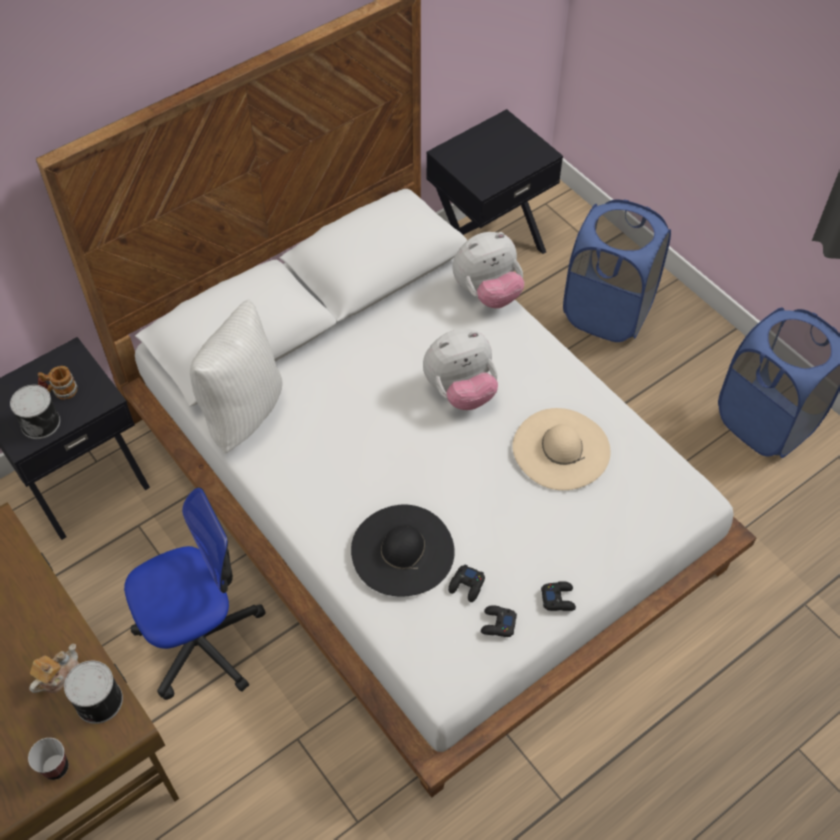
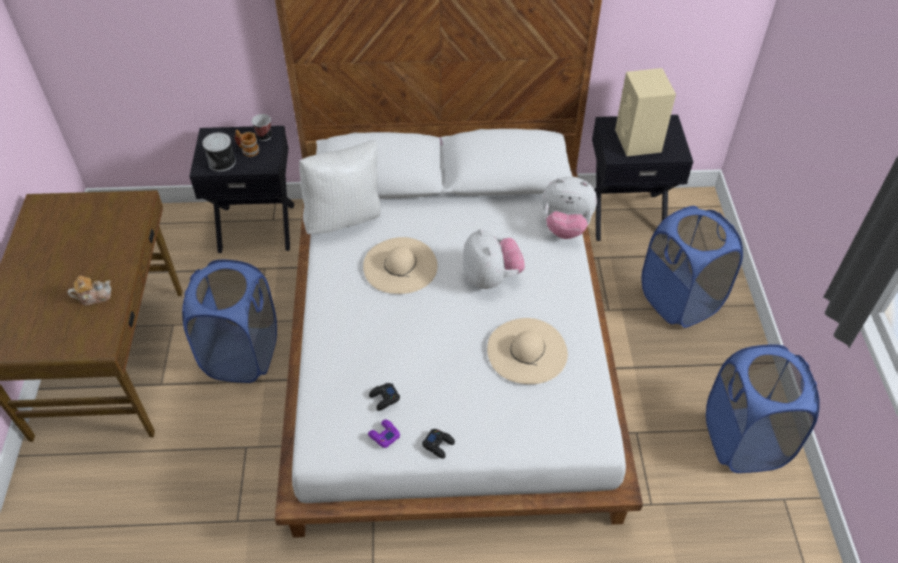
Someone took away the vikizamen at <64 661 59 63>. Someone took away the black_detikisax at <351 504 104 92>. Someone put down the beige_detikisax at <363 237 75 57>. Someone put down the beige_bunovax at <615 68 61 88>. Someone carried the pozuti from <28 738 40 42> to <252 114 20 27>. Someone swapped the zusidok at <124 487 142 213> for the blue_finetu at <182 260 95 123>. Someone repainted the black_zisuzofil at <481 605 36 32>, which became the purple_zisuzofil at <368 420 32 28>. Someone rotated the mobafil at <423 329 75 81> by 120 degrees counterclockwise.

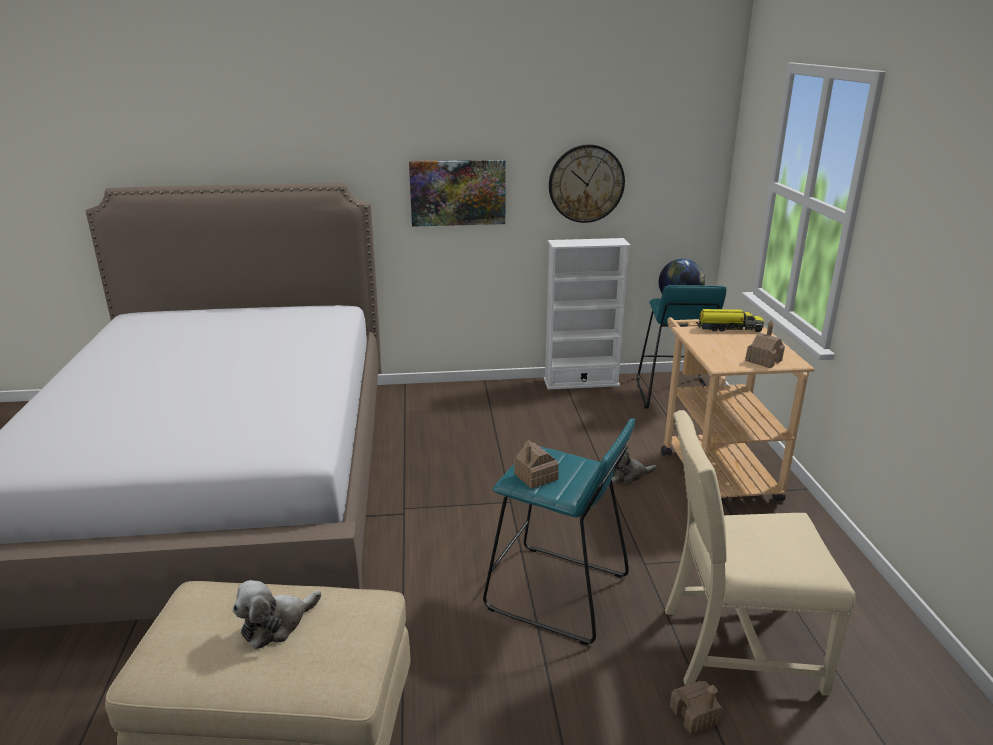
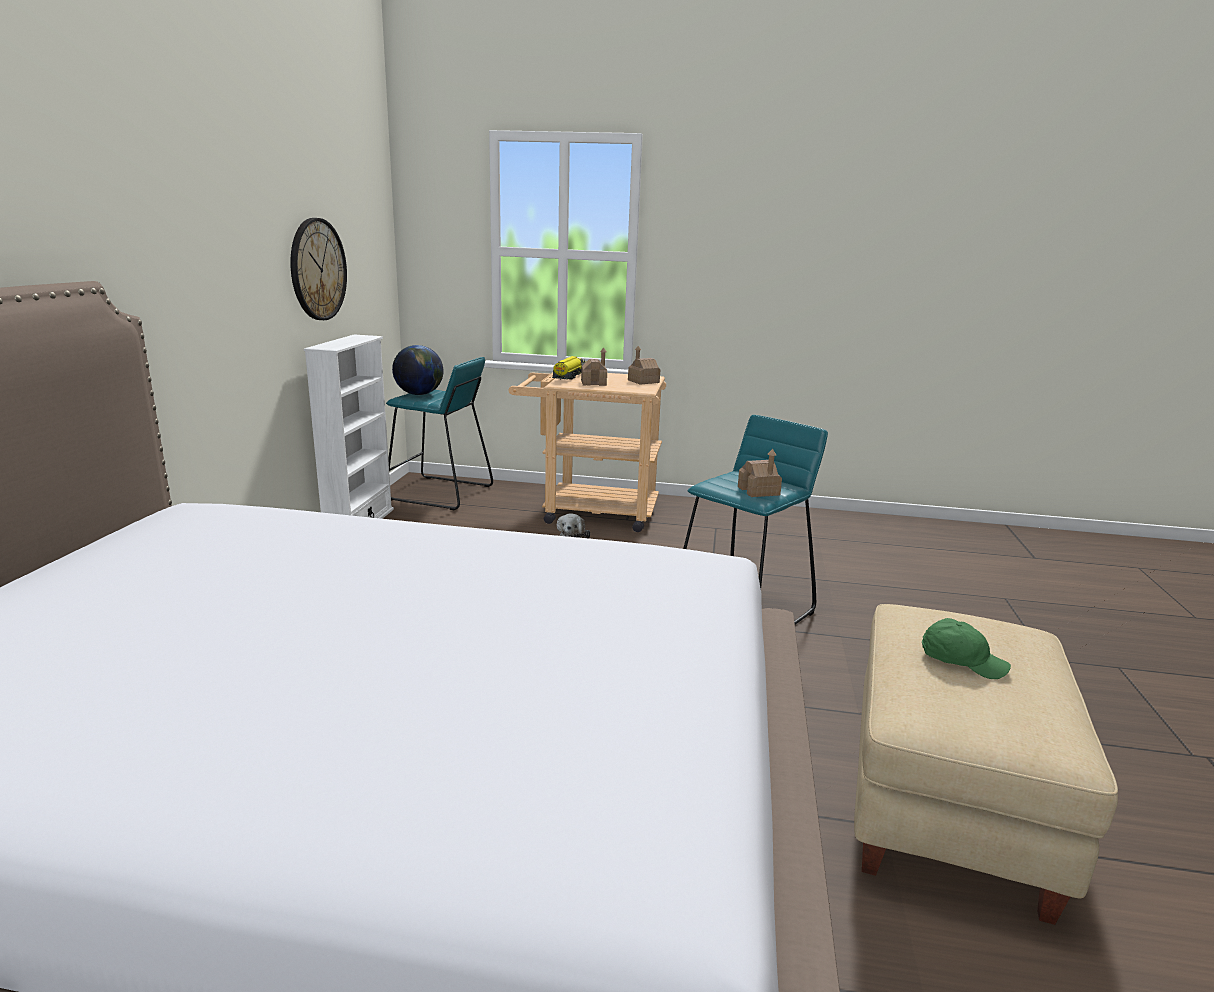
Someone took away the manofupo at <409 160 97 67>. Someone took away the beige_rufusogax at <665 410 191 286>. Someone carried the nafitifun from <670 681 53 53> to <581 347 26 39>. Someone swapped the mobafil at <232 580 89 69> for the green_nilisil at <922 618 89 61>.

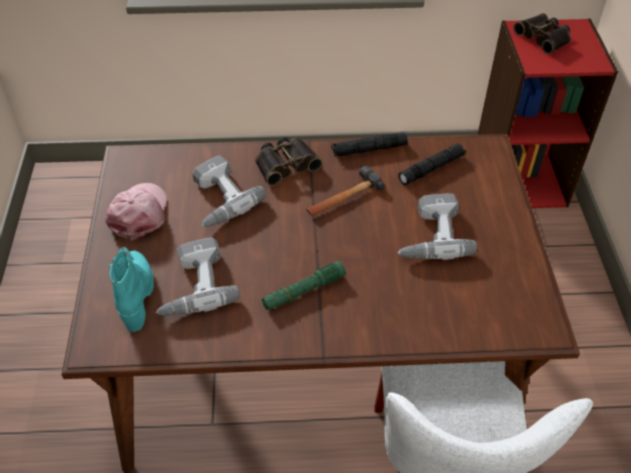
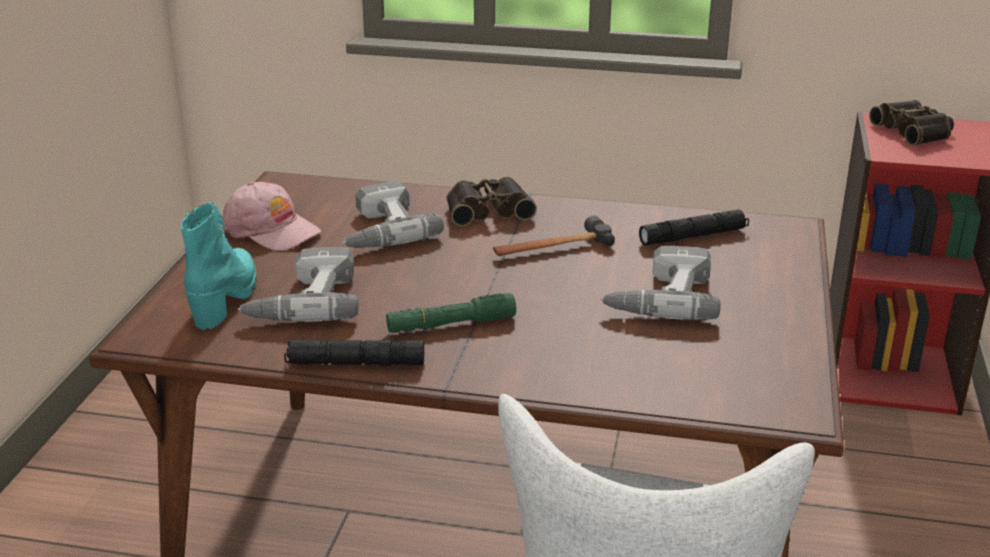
Someone carried the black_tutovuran from <331 132 77 25> to <284 339 140 27>. Someone rotated the pink_nilisil at <105 183 62 57> by 105 degrees clockwise.

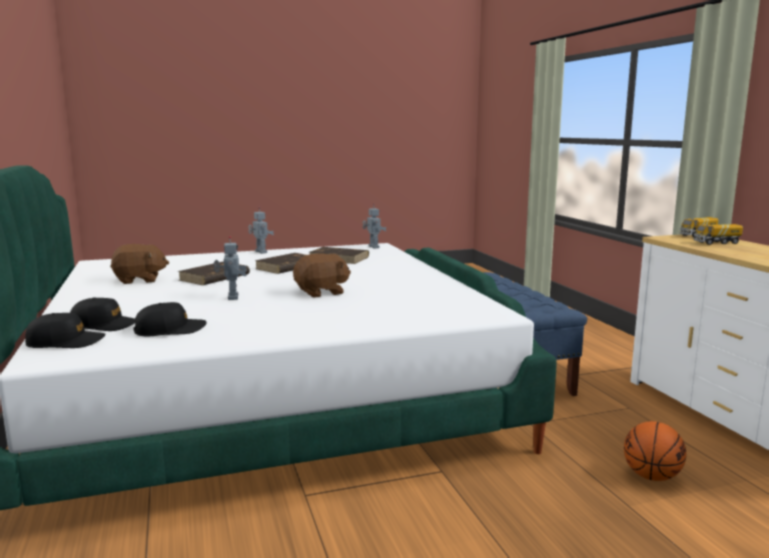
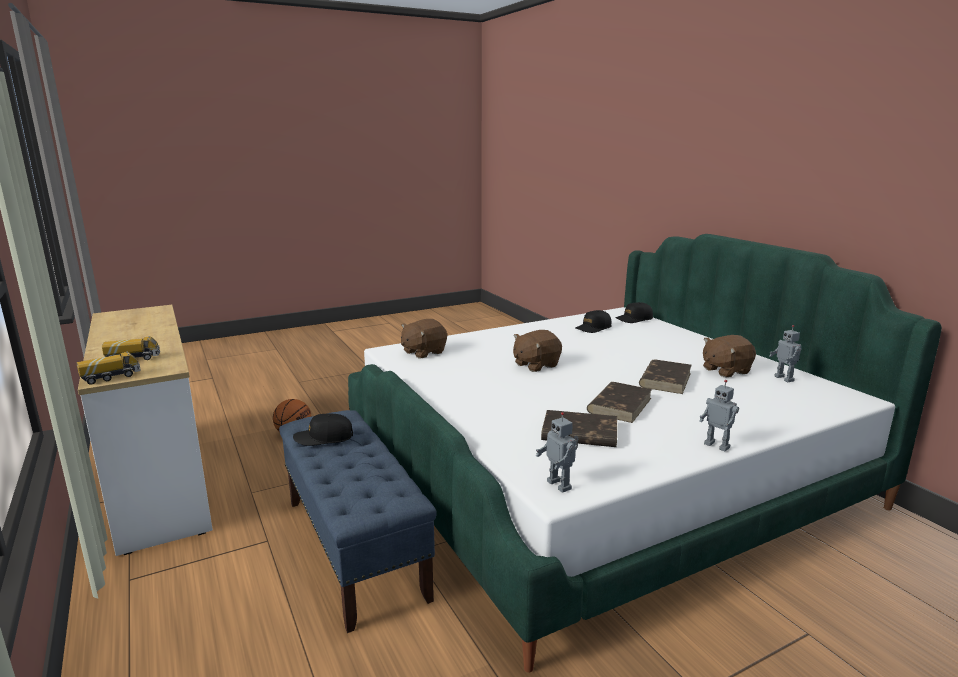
Someone put down the brown_mobafil at <401 319 46 40>. Someone carried the black_nilisil from <70 297 65 34> to <293 413 60 33>. Someone carried the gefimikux from <214 236 33 64> to <769 325 33 57>.

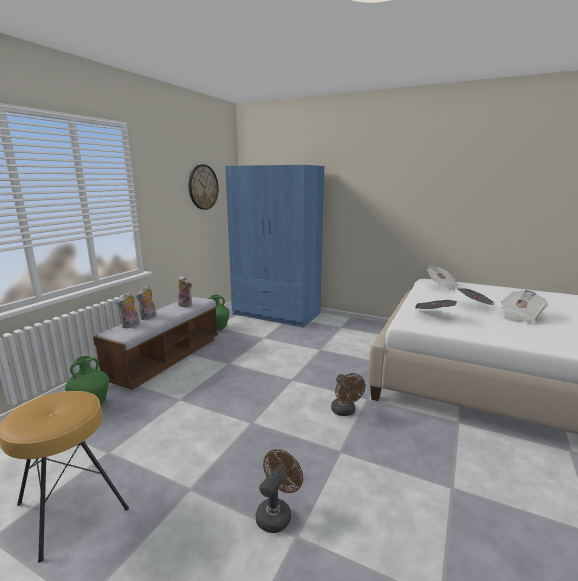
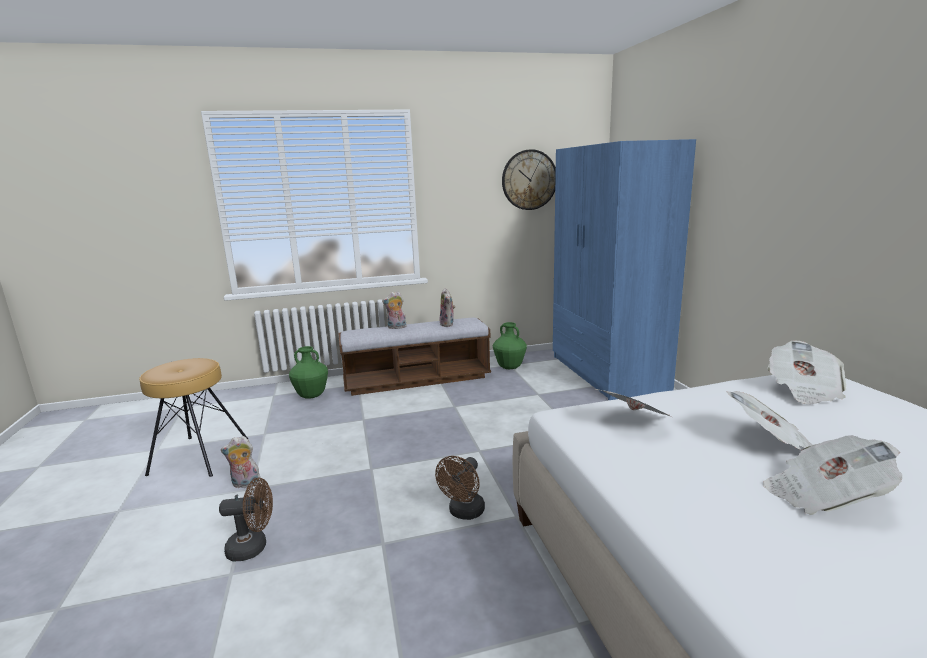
Someone carried the mobafil from <116 292 23 37> to <221 436 40 52>.

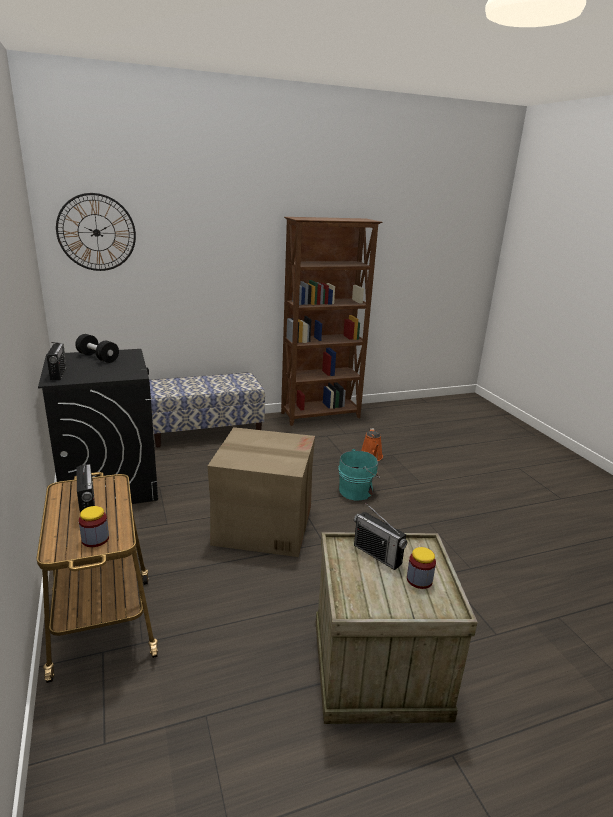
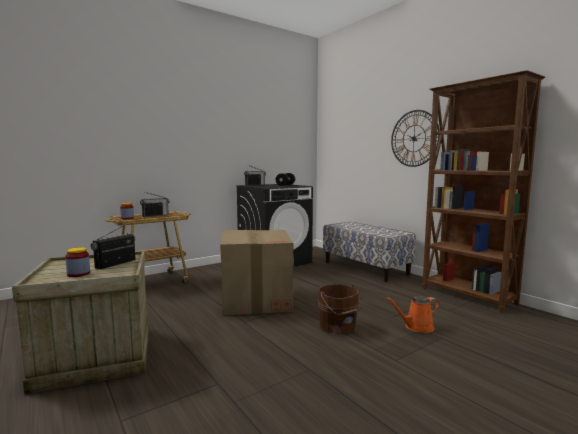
Someone carried the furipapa from <56 193 80 78> to <391 110 49 57>. Someone repainted the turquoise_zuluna at <339 449 41 51>, which became the brown_zuluna at <318 284 44 50>.

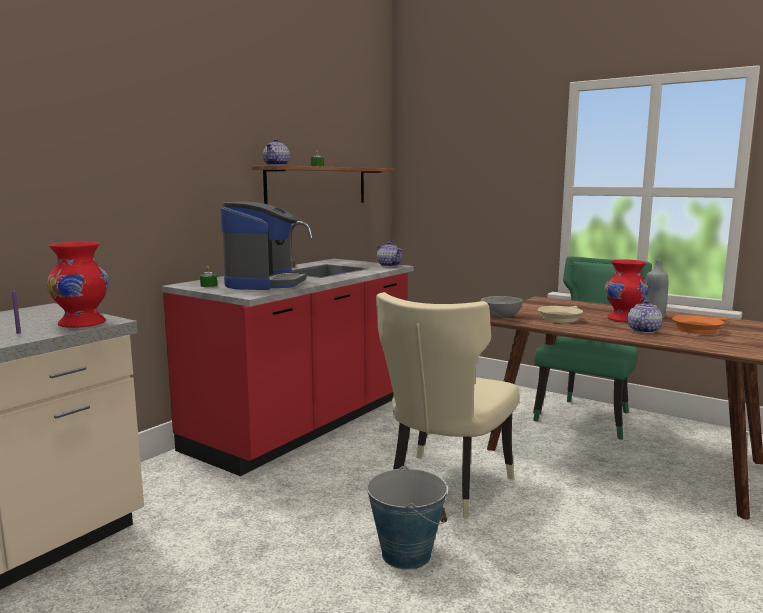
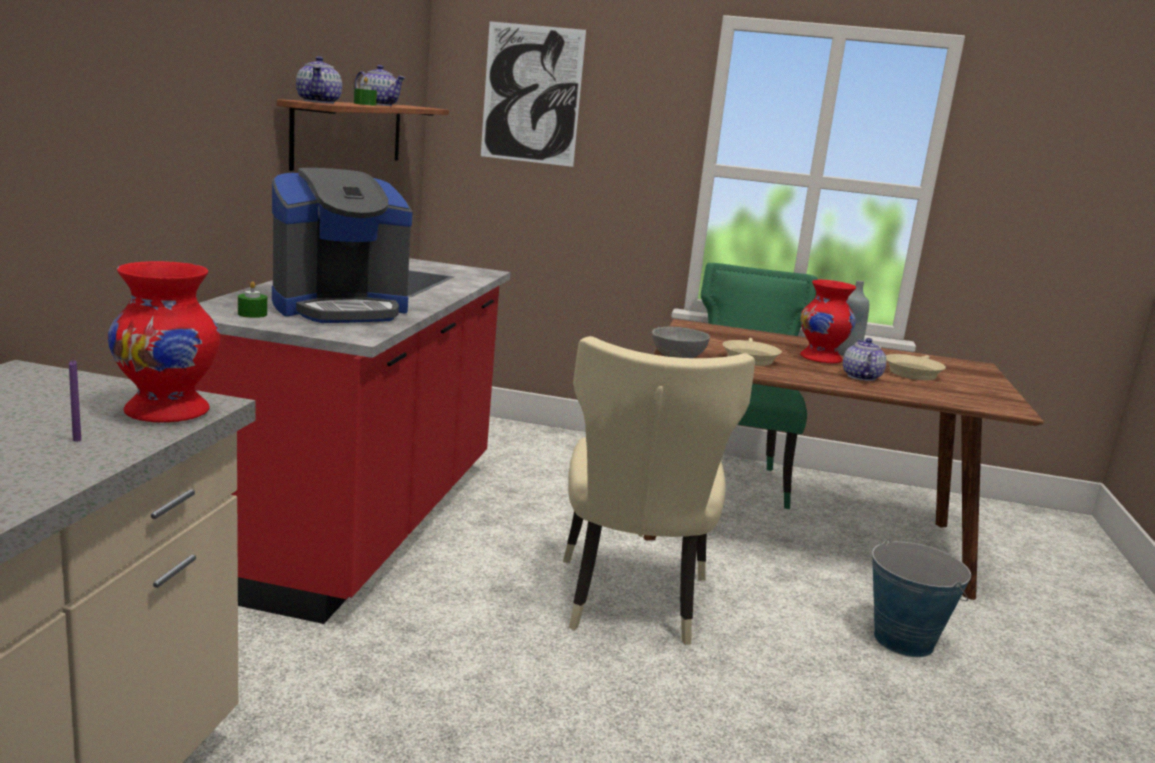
Someone put up the manofupo at <481 21 105 146>. Someone carried the zuluna from <367 466 80 104> to <872 539 99 118>. Someone carried the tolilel from <377 242 25 25> to <355 65 50 41>. Someone repainted the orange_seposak at <672 315 55 19>, which became the beige_seposak at <886 354 60 26>. Someone rotated the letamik at <221 202 85 88> by 75 degrees clockwise.

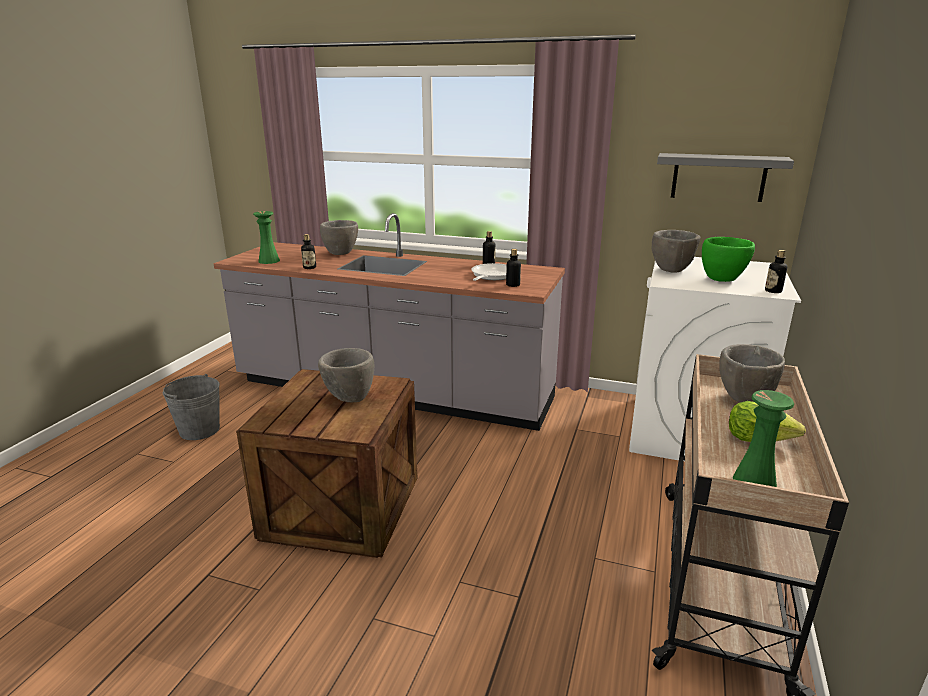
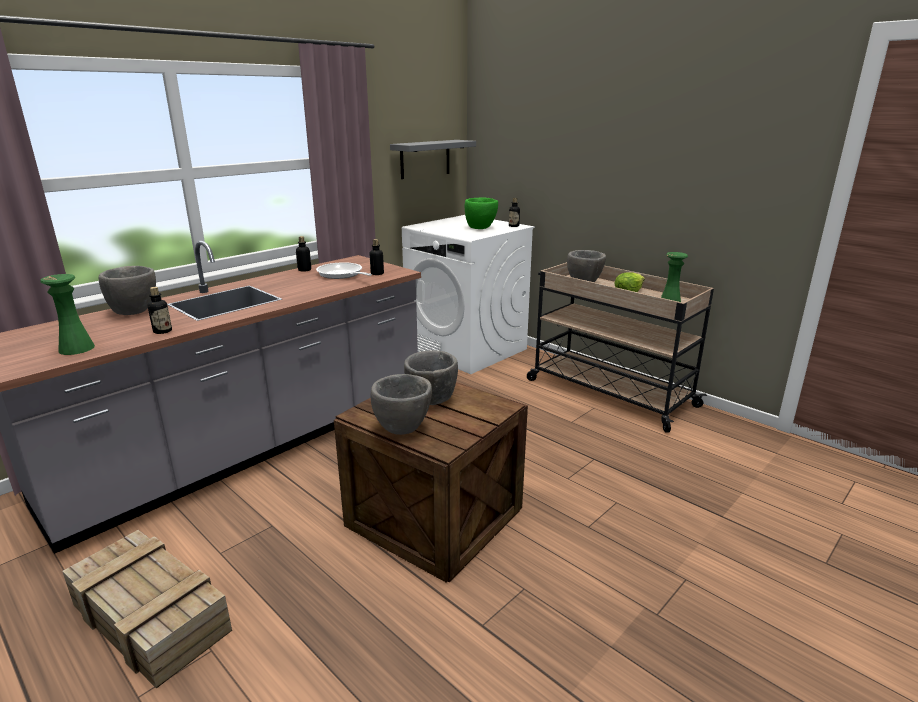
Someone carried the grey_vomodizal from <652 230 49 43> to <371 374 61 61>. Someone swapped the grey_zuluna at <163 374 57 66> for the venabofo at <62 530 170 159>.

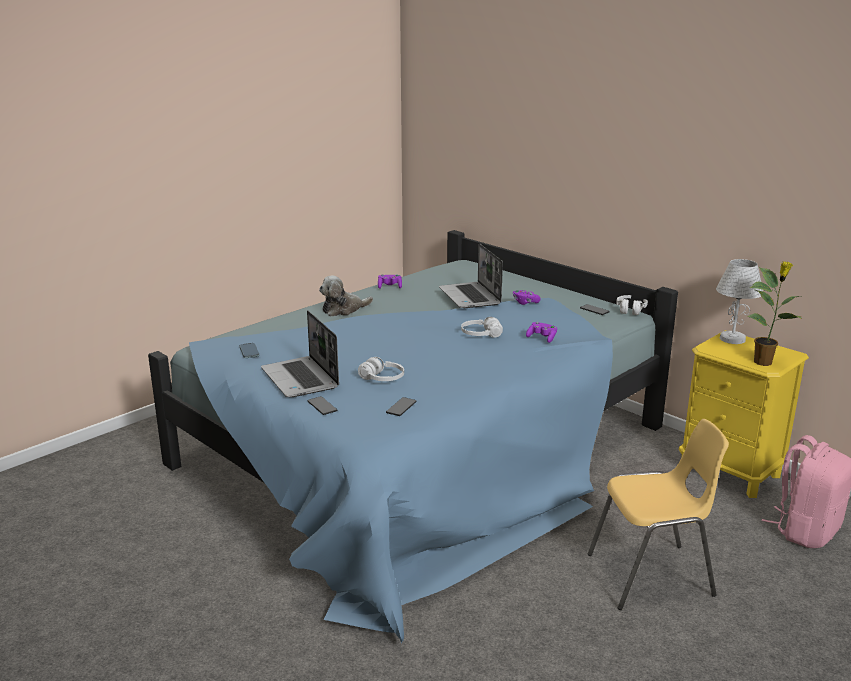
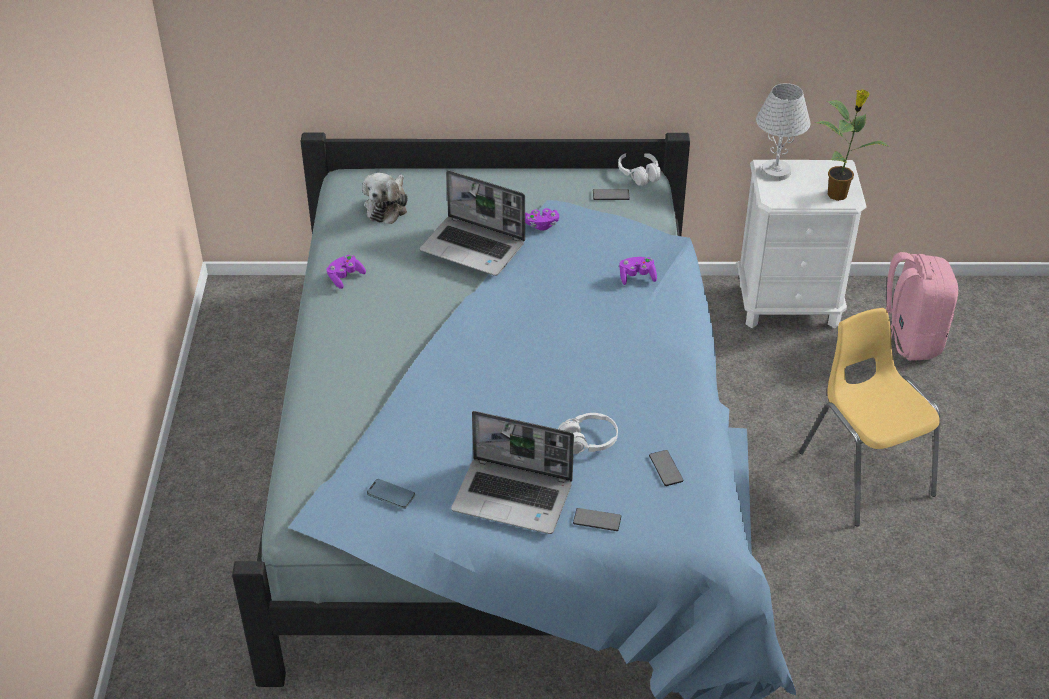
Someone took away the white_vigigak at <461 317 42 21>. Someone carried the mobafil from <319 275 54 41> to <363 173 45 51>. Someone repainted the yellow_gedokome at <679 330 130 168>, which became the white_gedokome at <737 160 130 168>. Someone rotated the yellow_rufusogax at <588 419 141 191> by 60 degrees counterclockwise.

